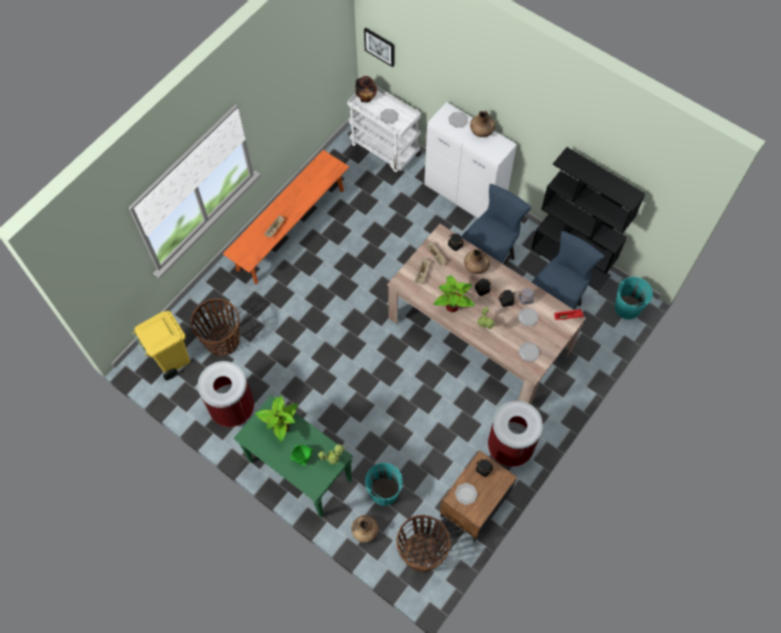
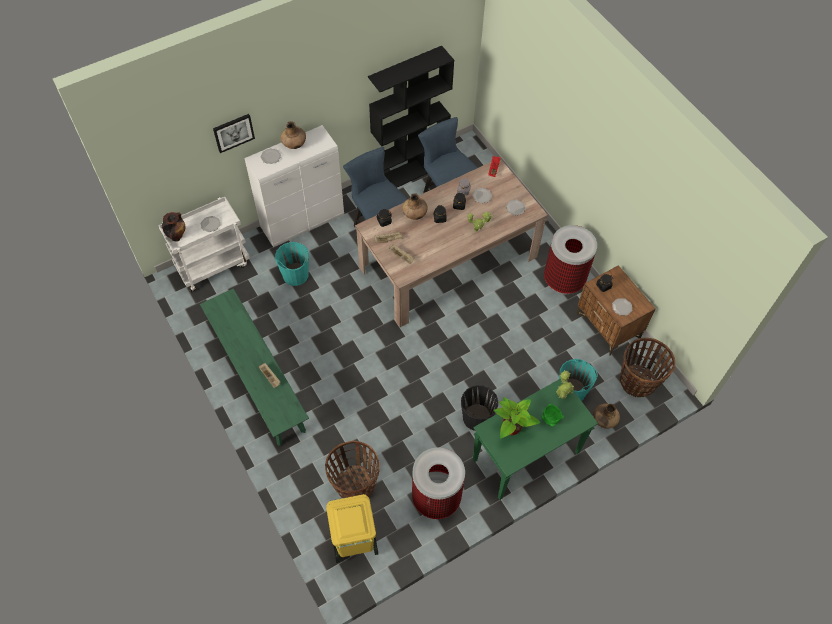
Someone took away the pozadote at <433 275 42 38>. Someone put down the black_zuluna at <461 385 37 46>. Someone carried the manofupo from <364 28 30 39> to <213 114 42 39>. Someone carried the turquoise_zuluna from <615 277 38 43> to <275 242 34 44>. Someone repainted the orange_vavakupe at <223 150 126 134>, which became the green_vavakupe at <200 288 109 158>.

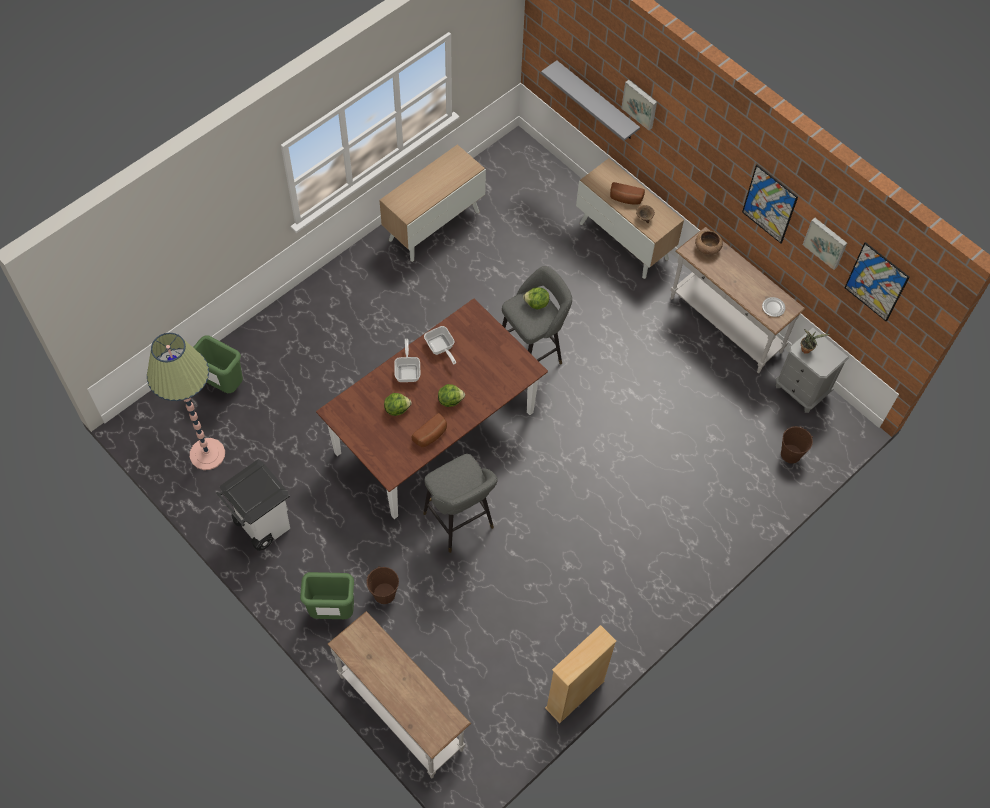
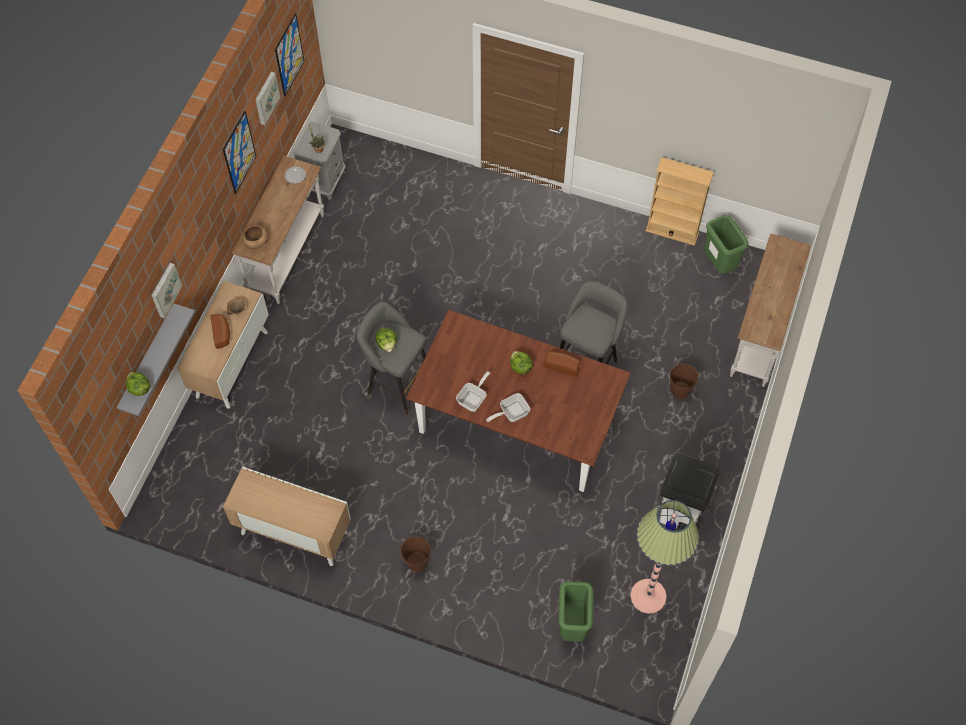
Someone carried the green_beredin from <300 572 55 47> to <704 215 44 58>. Someone carried the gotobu from <384 393 28 23> to <126 372 24 24>. Someone carried the brown_zuluna from <781 426 32 37> to <400 536 31 36>.

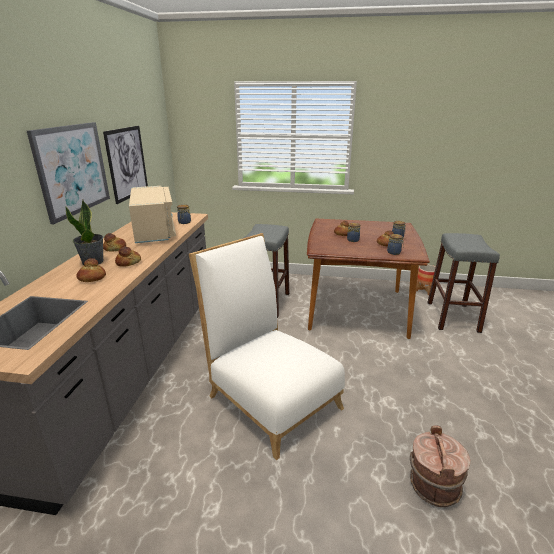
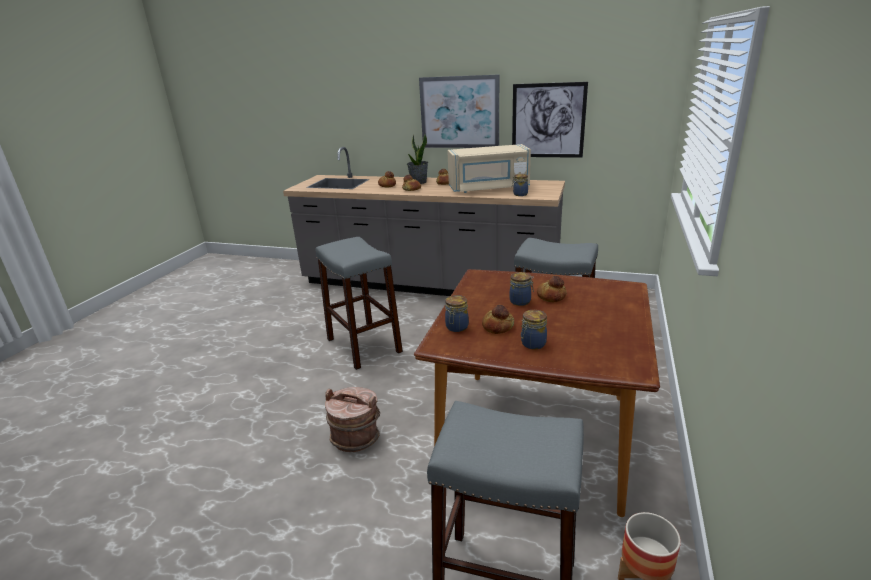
Someone carried the brown_zuluna from <410 425 60 82> to <325 387 55 65>. Someone swapped the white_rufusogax at <189 233 156 227> for the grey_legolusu at <316 237 87 133>.

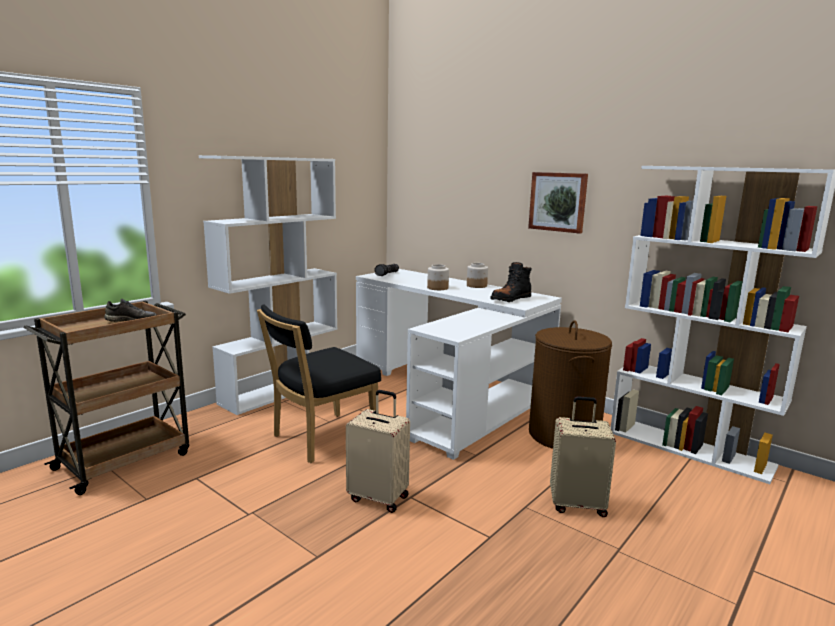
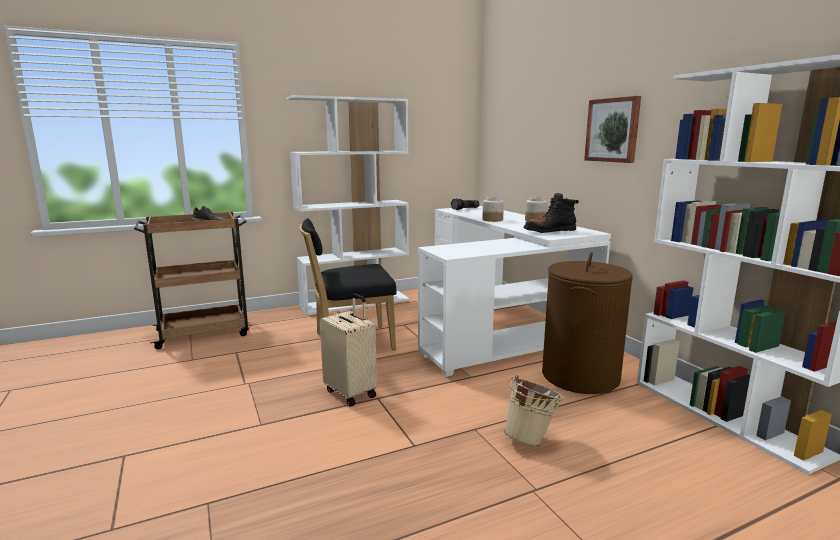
Someone swapped the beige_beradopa at <550 396 66 121> for the beige_zuluna at <504 375 60 72>.

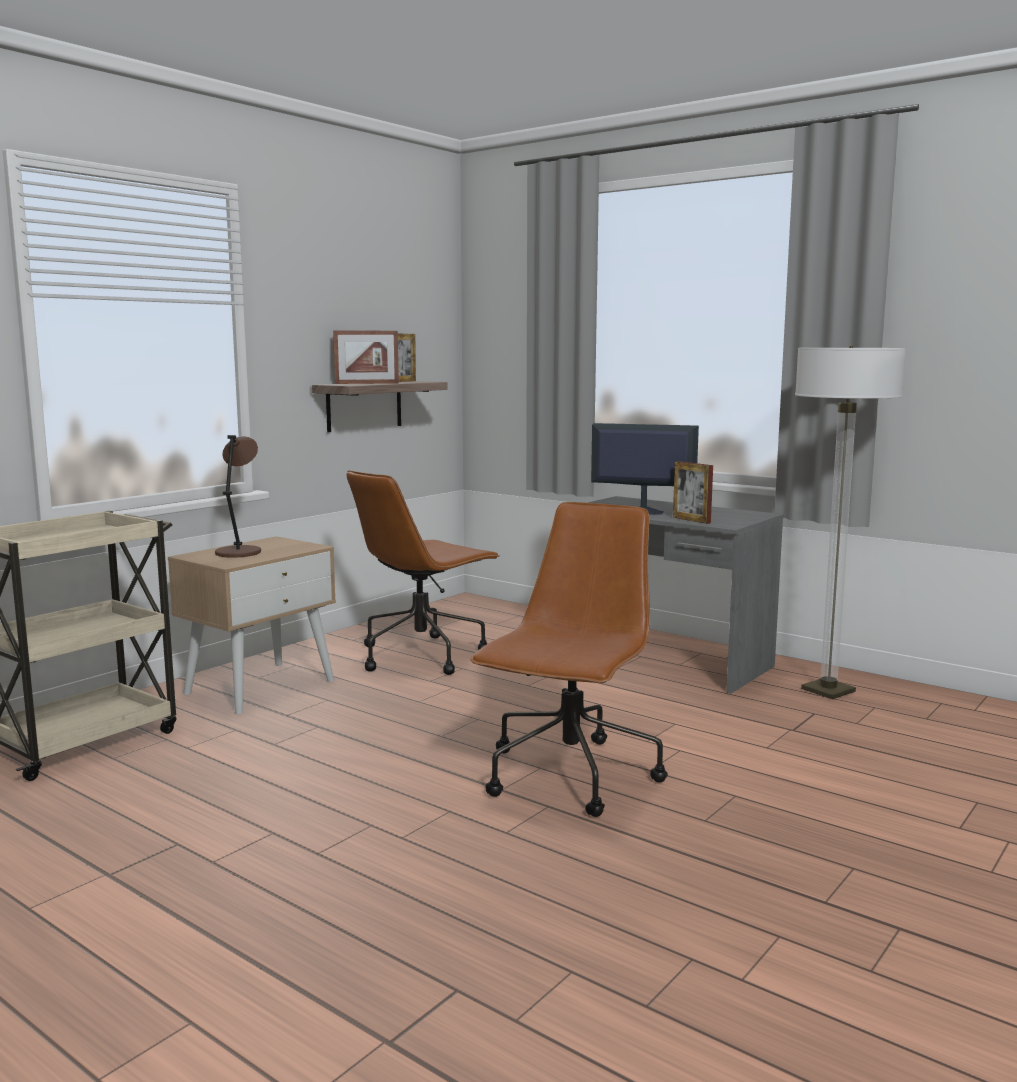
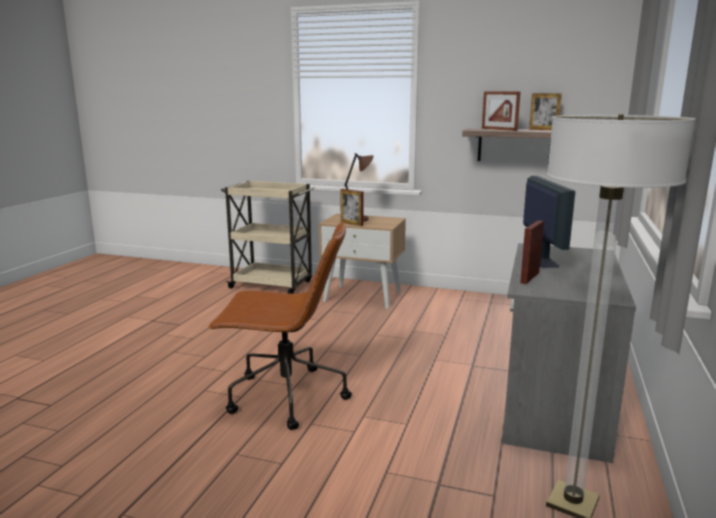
Someone took away the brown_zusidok at <347 470 153 205>. Someone put down the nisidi at <340 189 23 37>.

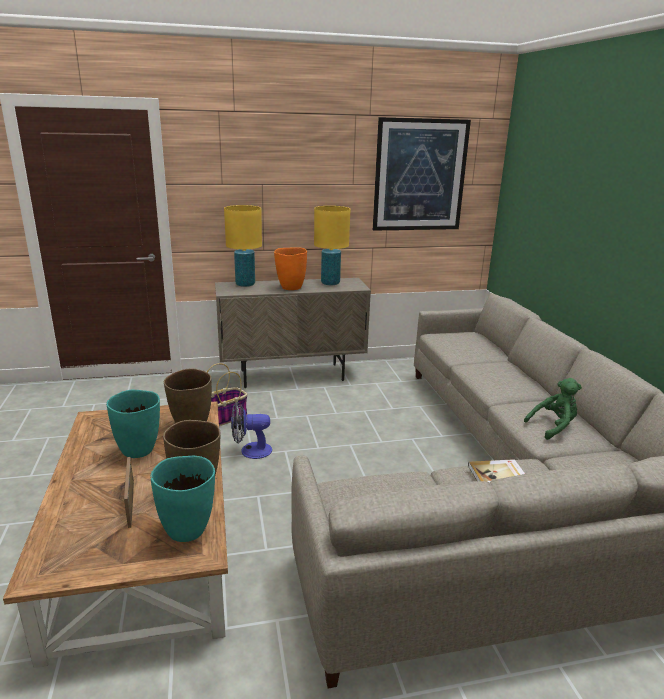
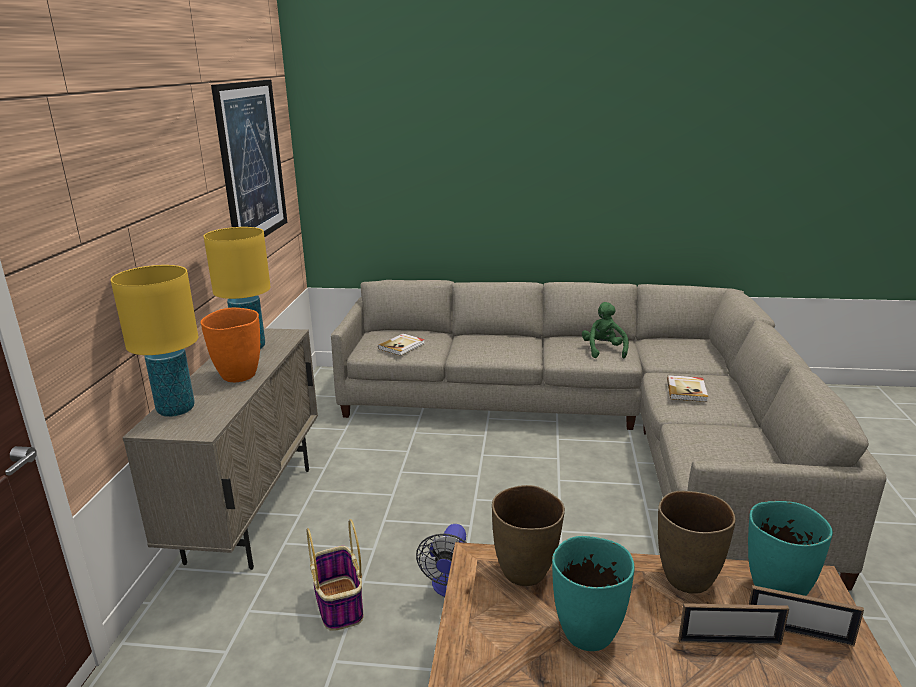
Someone put down the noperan at <378 334 47 22>. Someone put down the nisidi at <748 585 116 62>.

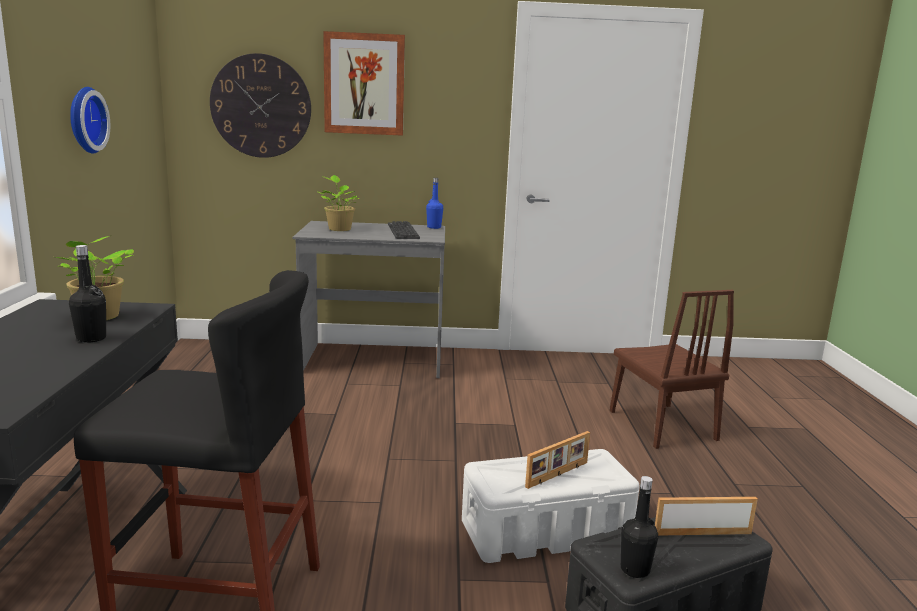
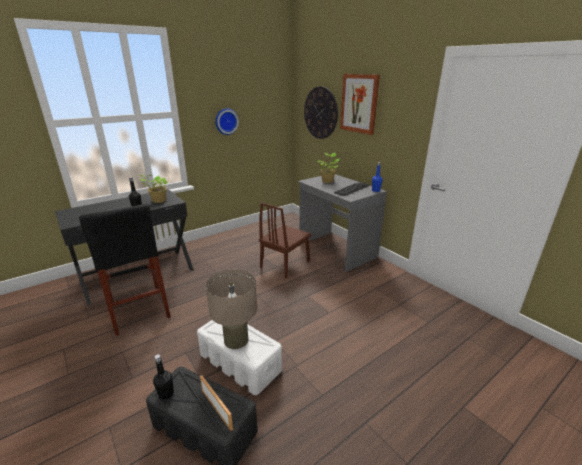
Someone carried the brown_rufusogax from <610 290 124 159> to <259 203 52 75>. Someone swapped the nisidi at <525 431 65 58> for the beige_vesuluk at <206 270 51 79>.

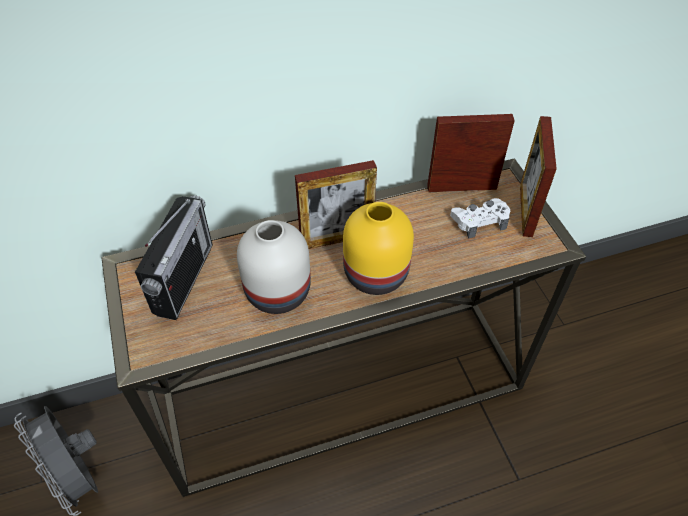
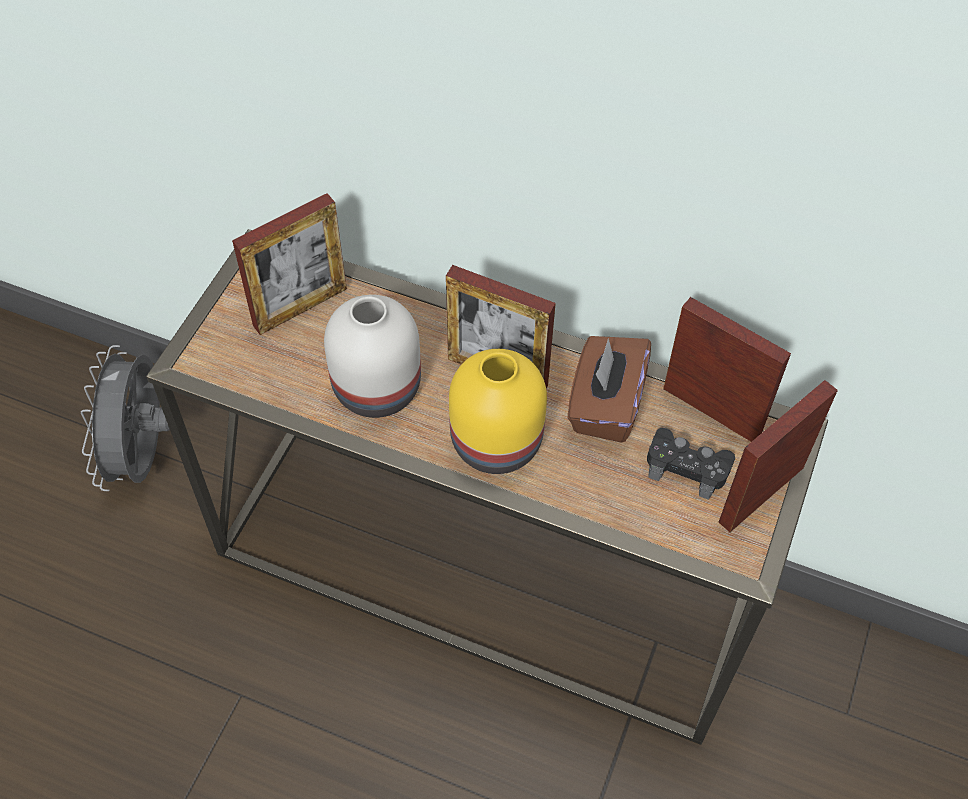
Someone put down the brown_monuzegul at <567 336 84 107>. Someone swapped the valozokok at <135 195 78 125> for the nisidi at <232 193 115 142>. Someone repainted the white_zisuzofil at <450 198 60 41>, which became the black_zisuzofil at <647 428 88 72>.

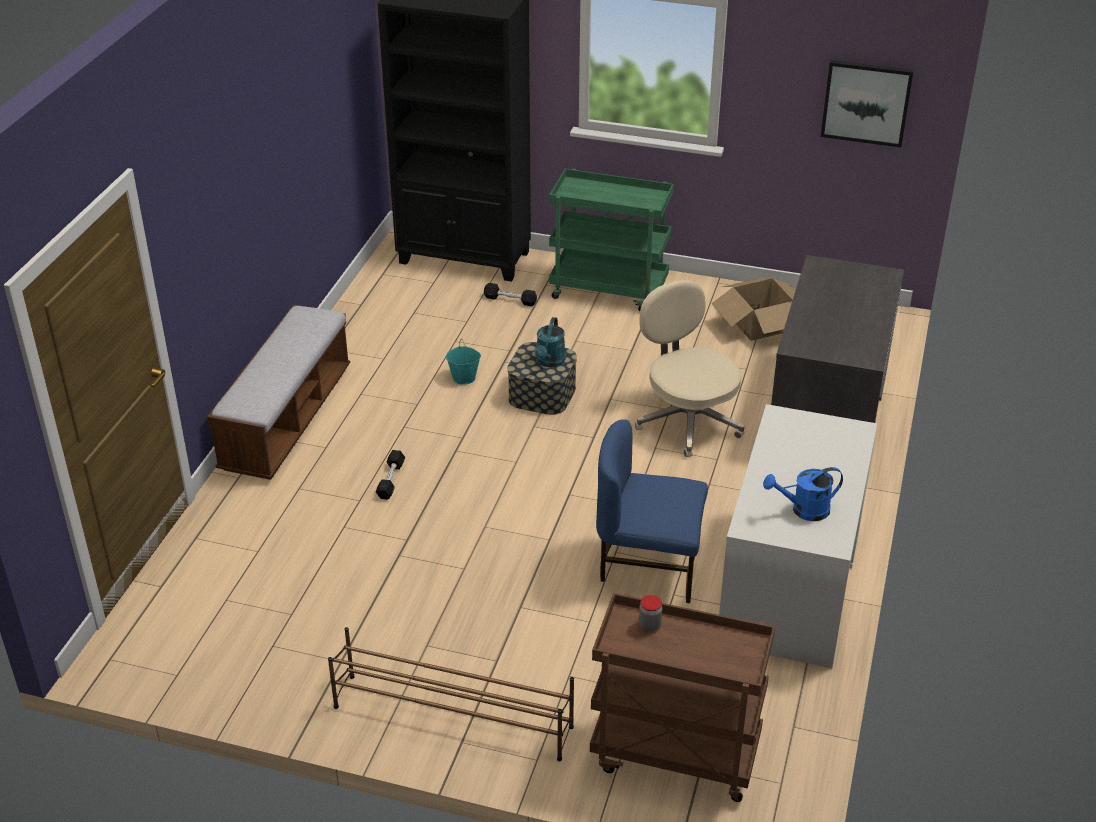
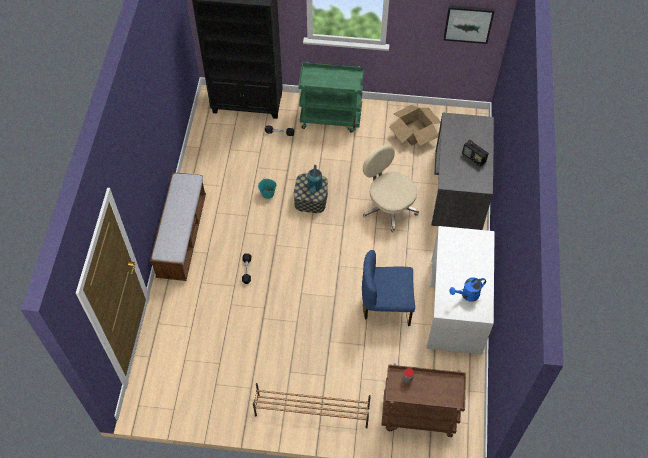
Someone put down the valozokok at <462 140 27 27>.

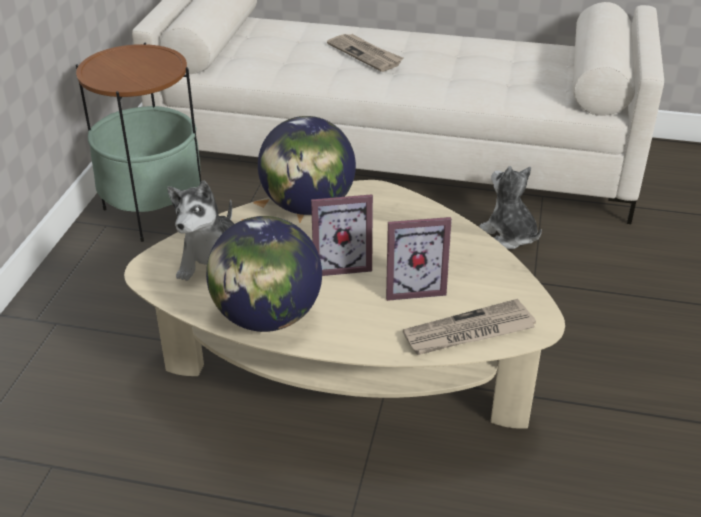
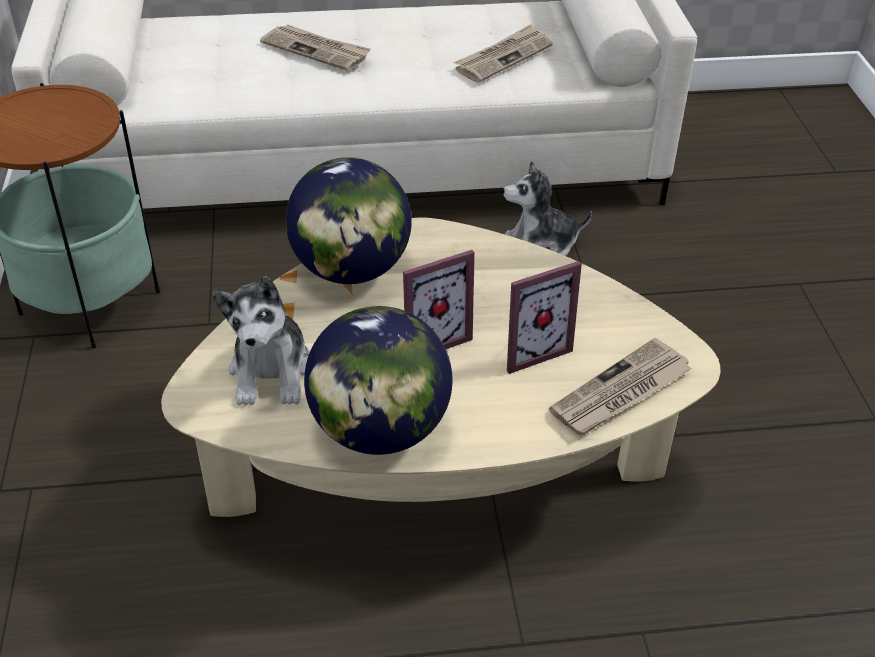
Someone put down the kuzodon at <454 24 99 59>. Someone rotated the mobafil at <479 166 63 83> by 45 degrees counterclockwise.

